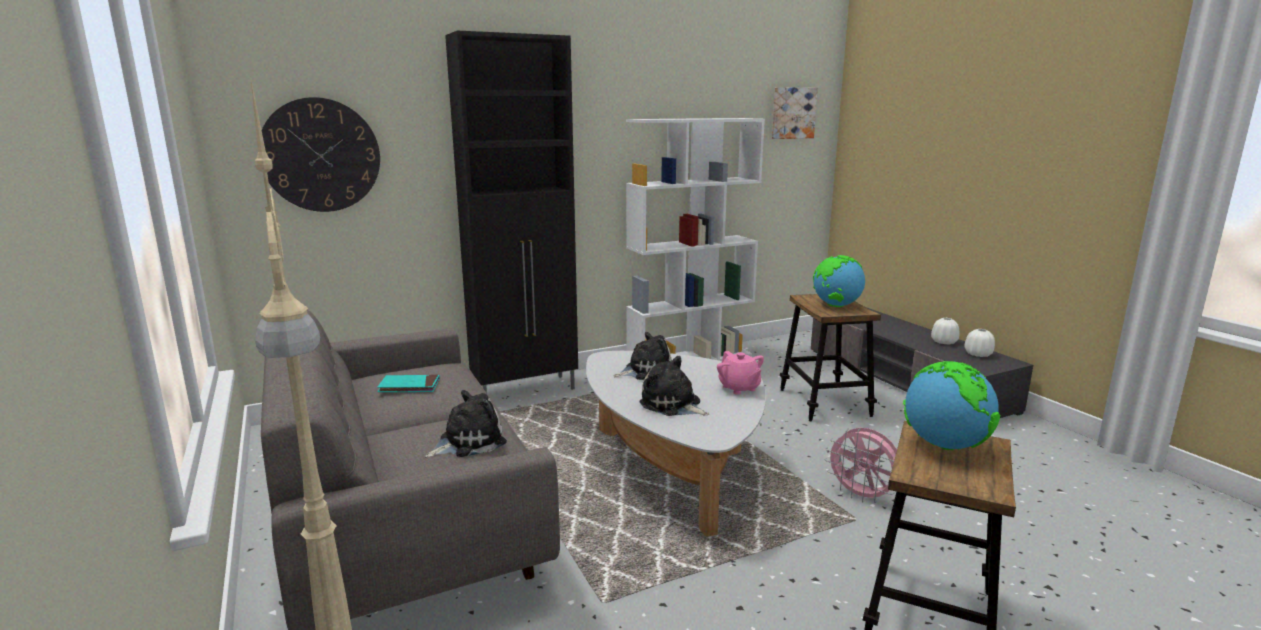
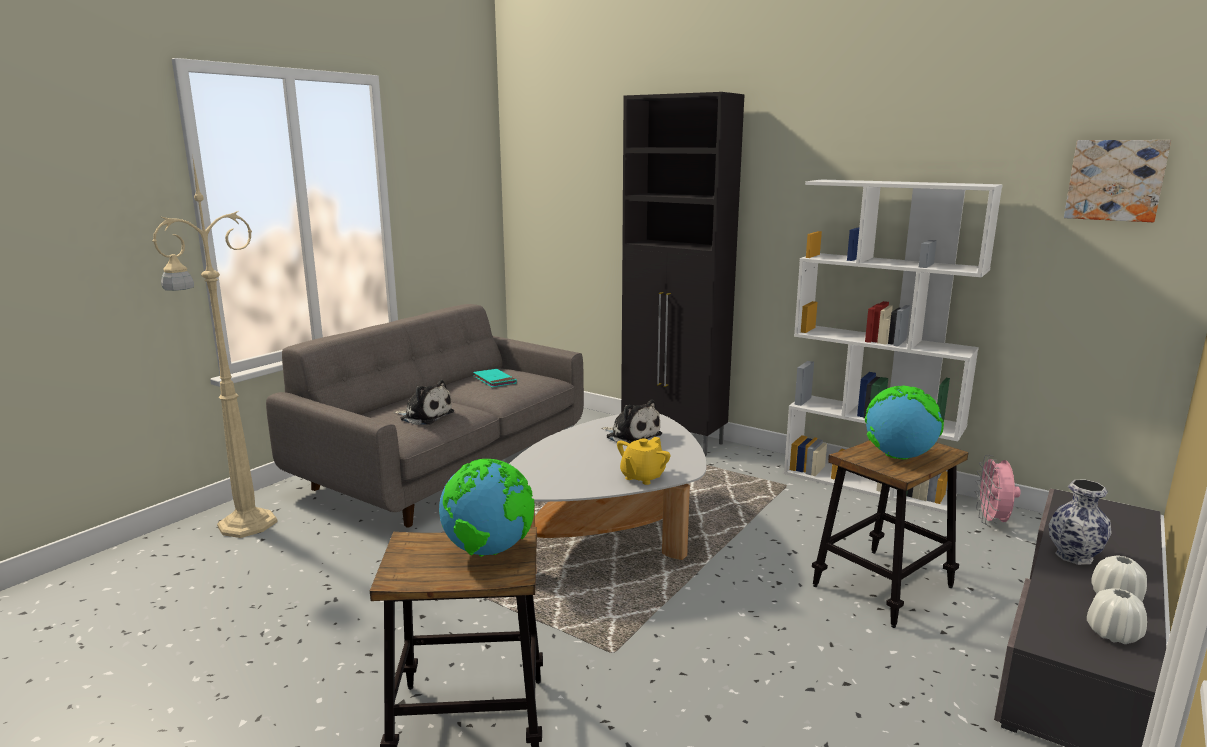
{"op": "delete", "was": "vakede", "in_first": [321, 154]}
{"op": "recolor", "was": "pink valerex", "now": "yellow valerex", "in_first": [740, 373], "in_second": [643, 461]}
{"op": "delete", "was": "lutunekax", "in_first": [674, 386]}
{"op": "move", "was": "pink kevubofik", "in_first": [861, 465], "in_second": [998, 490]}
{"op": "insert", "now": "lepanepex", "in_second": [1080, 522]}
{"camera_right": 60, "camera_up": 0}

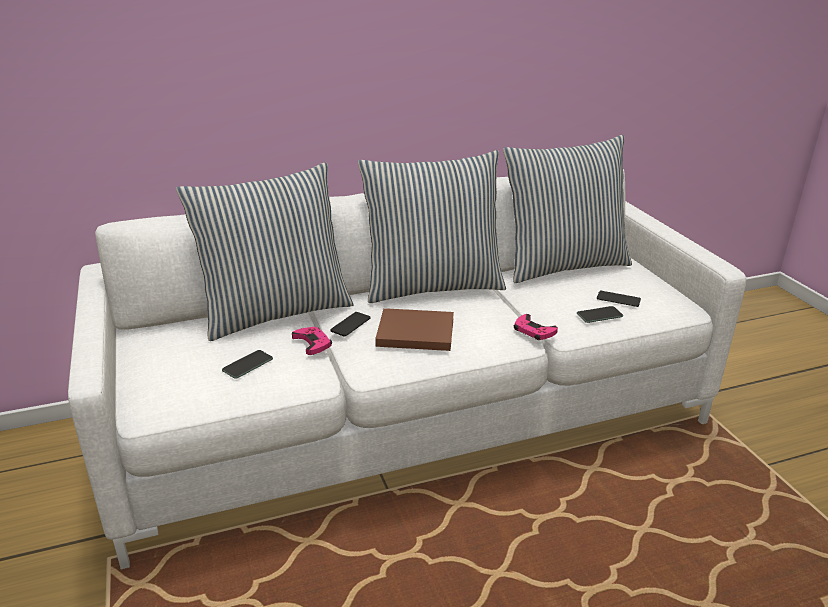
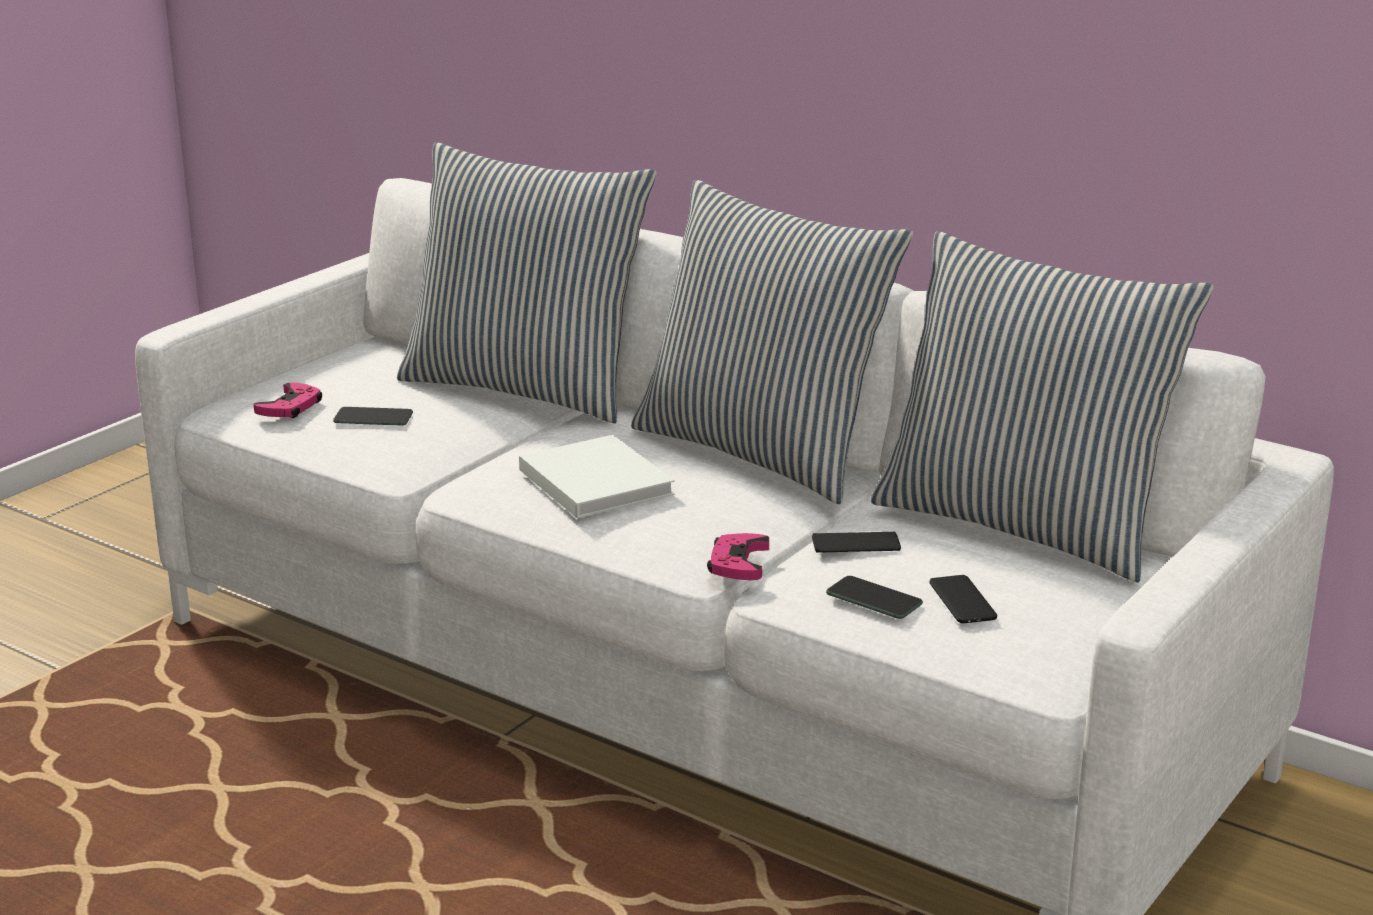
{"op": "recolor", "was": "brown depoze", "now": "white depoze", "in_first": [414, 329], "in_second": [597, 477]}
{"op": "move", "was": "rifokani", "in_first": [350, 324], "in_second": [856, 542]}
{"op": "move", "was": "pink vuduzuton", "in_first": [312, 341], "in_second": [288, 400]}
{"camera_right": 55, "camera_up": -5}

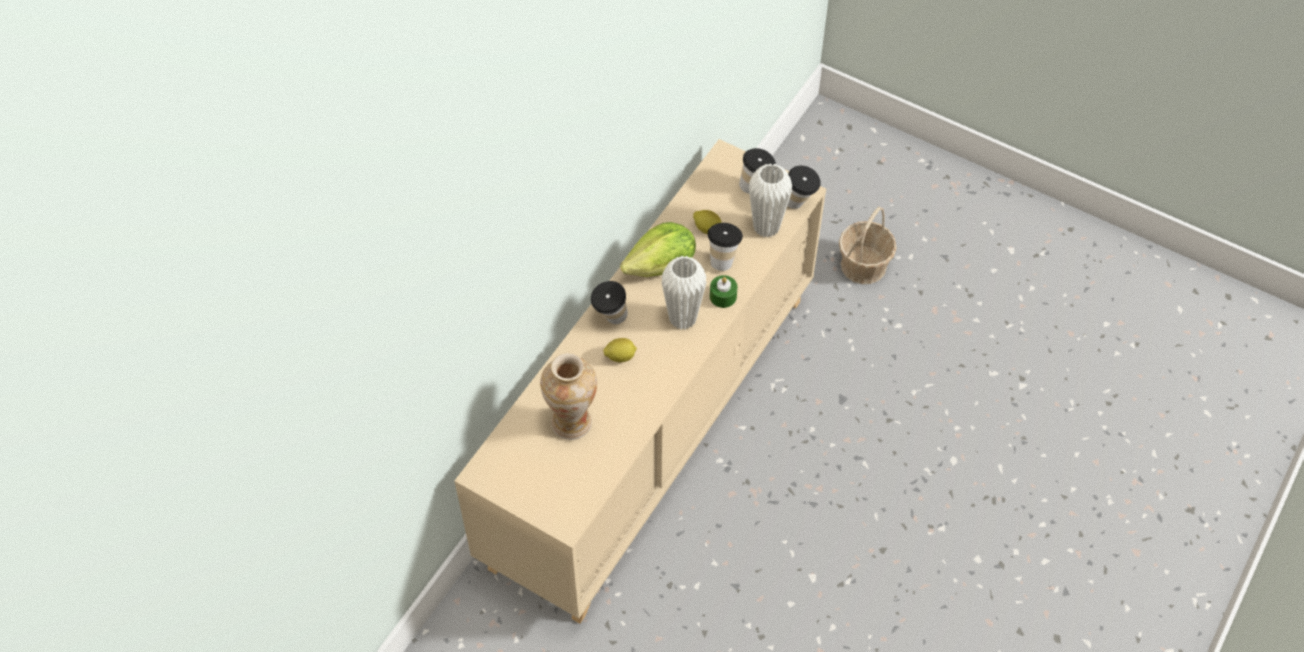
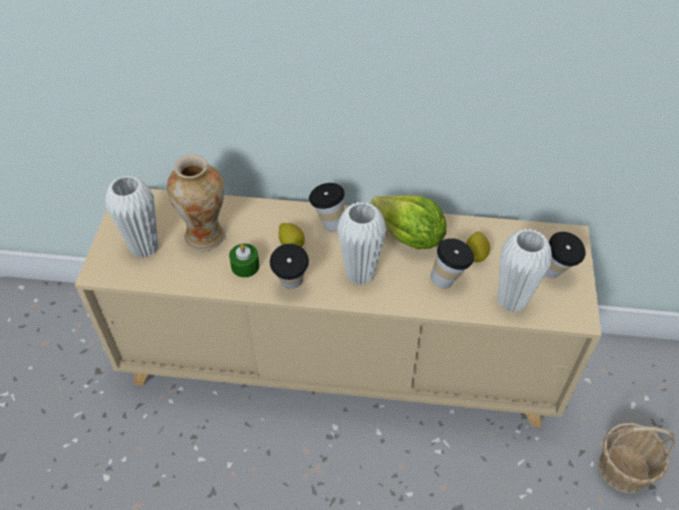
{"op": "move", "was": "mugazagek", "in_first": [804, 187], "in_second": [289, 266]}
{"op": "move", "was": "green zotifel", "in_first": [723, 291], "in_second": [244, 261]}
{"op": "insert", "now": "white lepanepex", "in_second": [132, 216]}
{"camera_right": 65, "camera_up": -5}

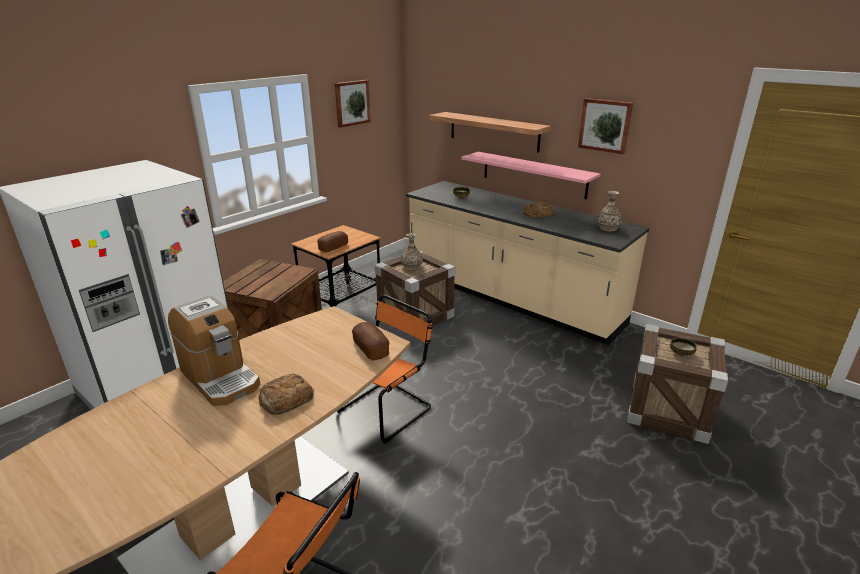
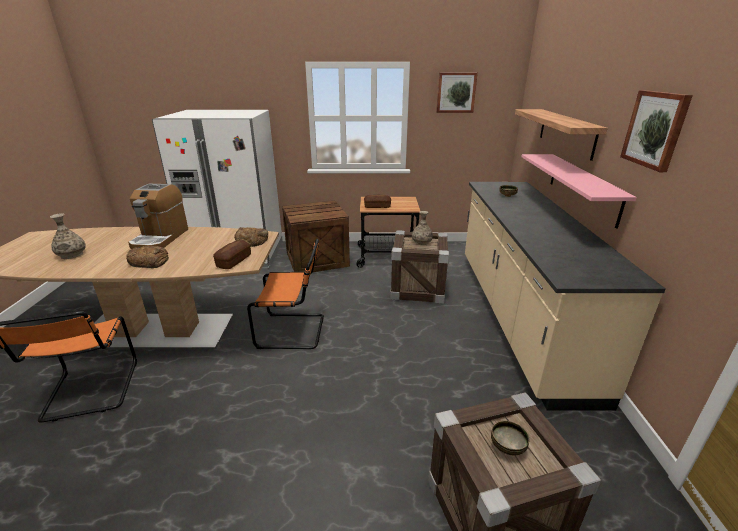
{"op": "move", "was": "lepanepex", "in_first": [609, 211], "in_second": [68, 236]}
{"op": "move", "was": "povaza", "in_first": [538, 209], "in_second": [251, 237]}
{"camera_right": 50, "camera_up": 0}

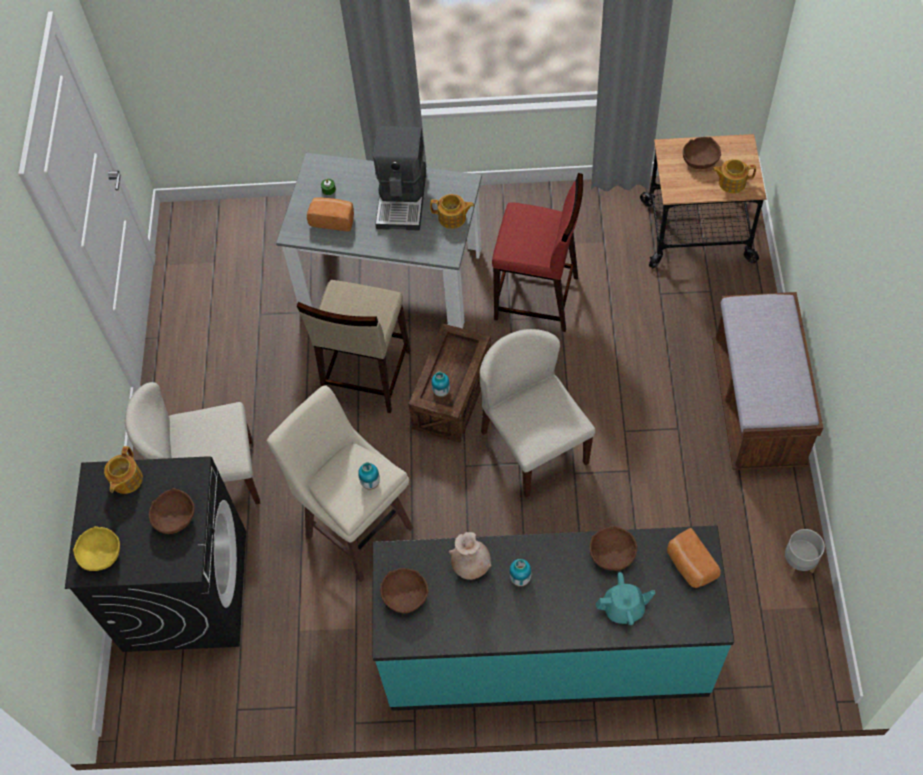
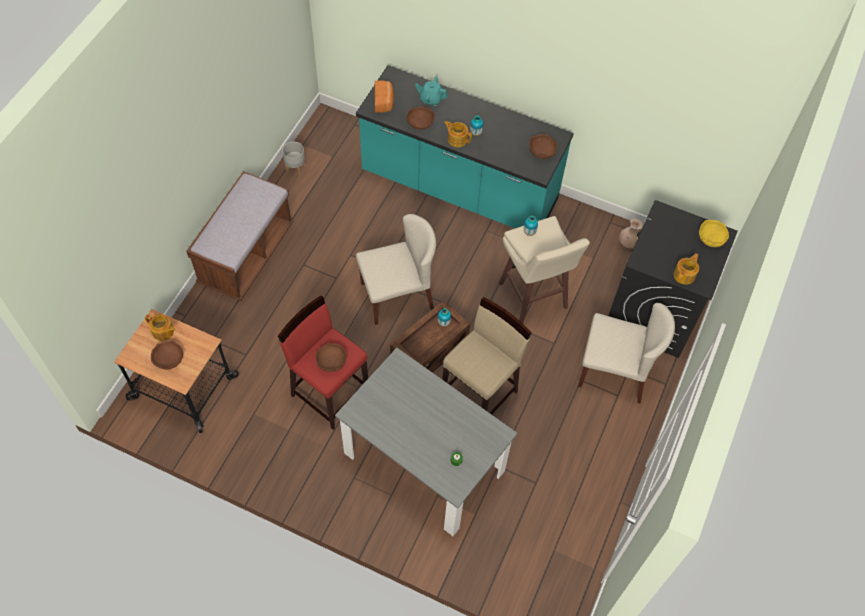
{"op": "delete", "was": "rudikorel", "in_first": [399, 178]}
{"op": "move", "was": "valerex", "in_first": [452, 211], "in_second": [458, 134]}
{"op": "delete", "was": "povaza", "in_first": [330, 214]}
{"op": "rotate", "was": "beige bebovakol", "in_first": [538, 413], "in_second": [396, 269], "clockwise": -105}
{"op": "move", "was": "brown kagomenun", "in_first": [172, 511], "in_second": [331, 357]}
{"op": "move", "was": "beige lepanepex", "in_first": [470, 556], "in_second": [631, 233]}
{"camera_right": -160, "camera_up": 0}

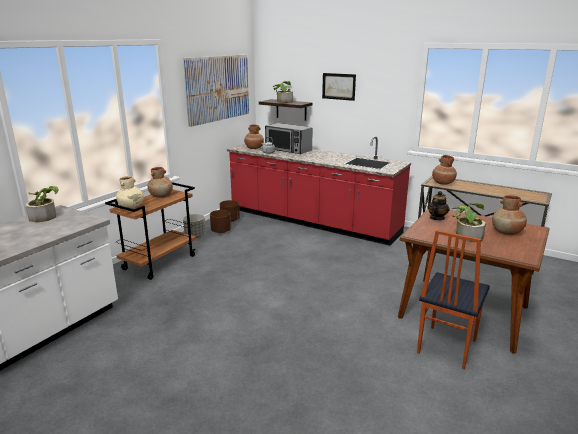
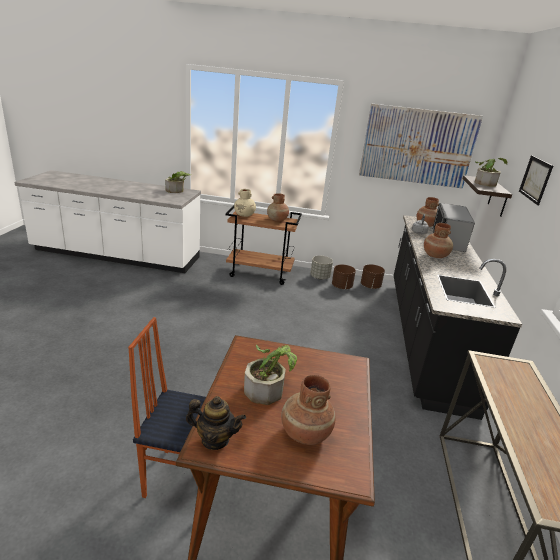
{"op": "recolor", "was": "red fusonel", "now": "black fusonel", "in_first": [319, 191], "in_second": [457, 317]}
{"op": "move", "was": "brown lepanepex", "in_first": [444, 170], "in_second": [438, 240]}
{"op": "move", "was": "valerex", "in_first": [438, 205], "in_second": [216, 423]}
{"camera_right": 65, "camera_up": 5}

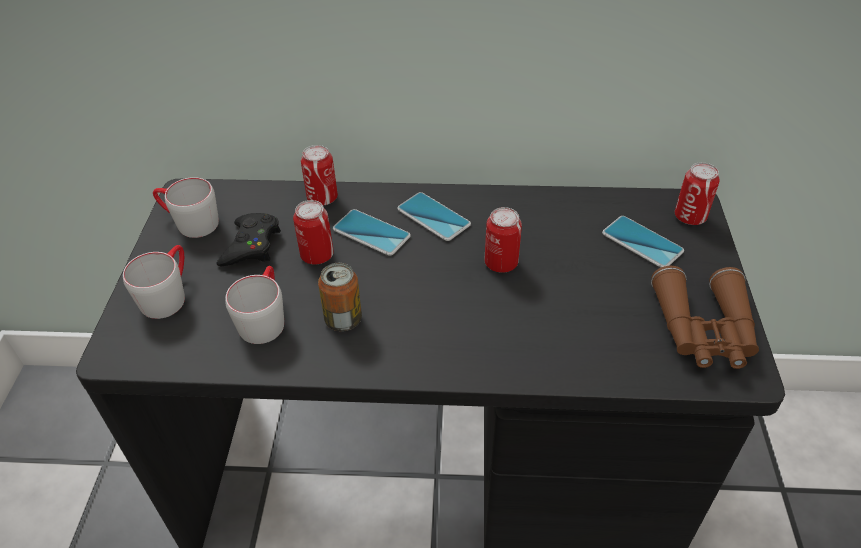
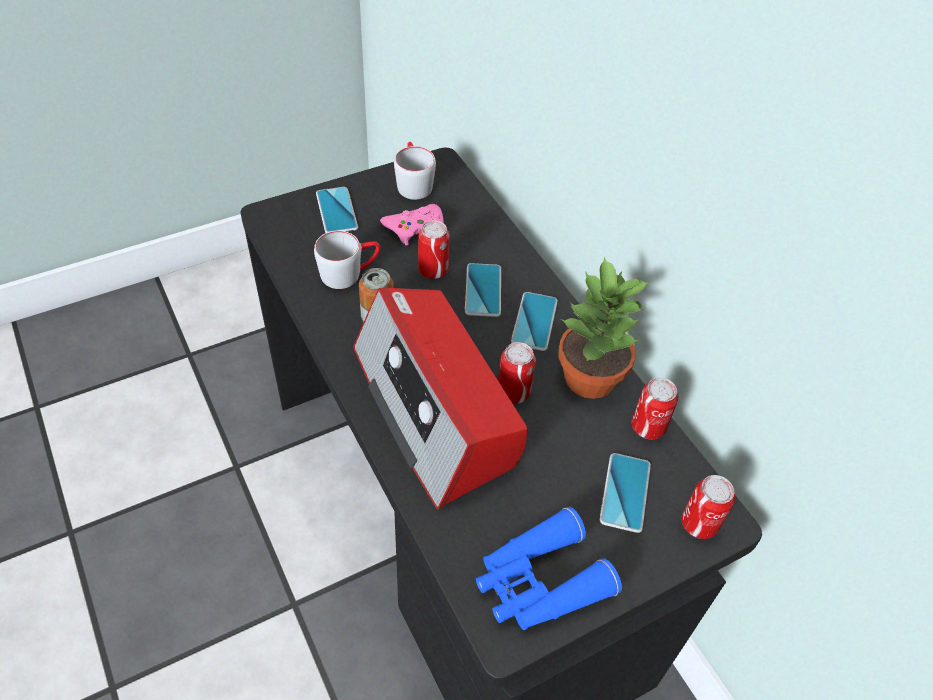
{"op": "move", "was": "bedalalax", "in_first": [319, 175], "in_second": [655, 408]}
{"op": "recolor", "was": "black vuduzuton", "now": "pink vuduzuton", "in_first": [249, 239], "in_second": [412, 225]}
{"op": "replace", "was": "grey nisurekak", "now": "rifokani", "in_first": [154, 282], "in_second": [337, 210]}
{"op": "recolor", "was": "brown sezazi", "now": "blue sezazi", "in_first": [705, 317], "in_second": [549, 568]}
{"op": "insert", "now": "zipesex", "in_second": [604, 327]}
{"op": "insert", "now": "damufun", "in_second": [440, 398]}
{"camera_right": 55, "camera_up": 5}

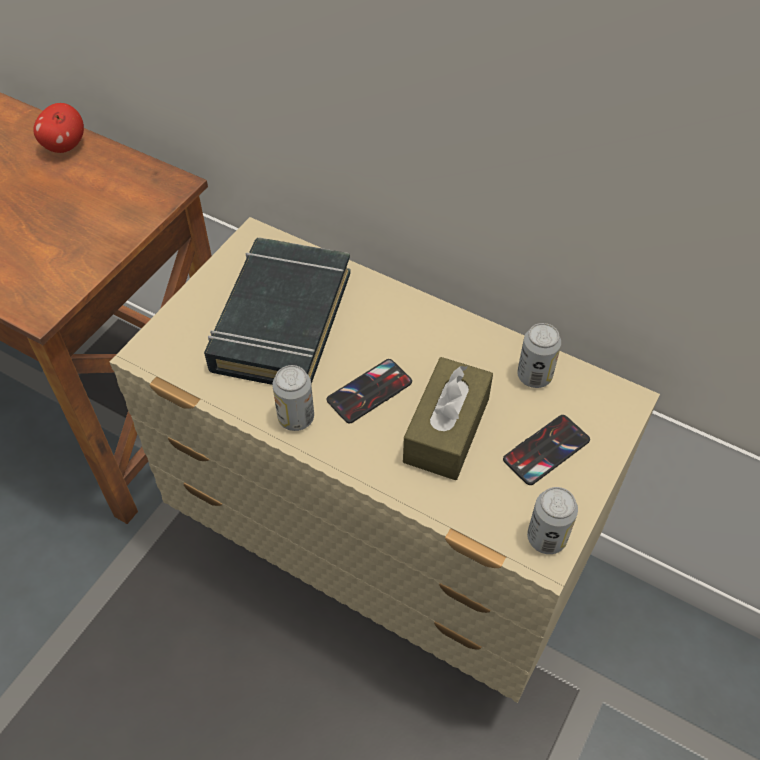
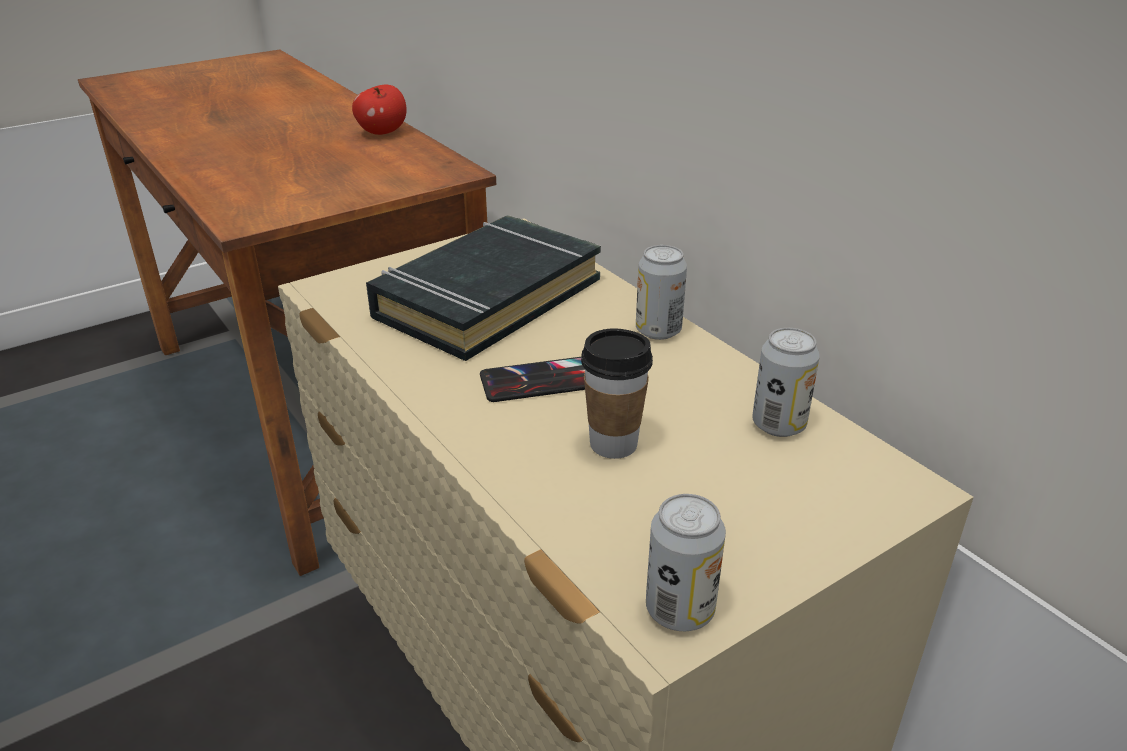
{"op": "replace", "was": "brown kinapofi", "now": "mugazagek", "in_first": [448, 418], "in_second": [617, 393]}
{"op": "move", "was": "bedalalax", "in_first": [293, 398], "in_second": [661, 292]}
{"op": "delete", "was": "rifokani", "in_first": [546, 450]}
{"camera_right": 25, "camera_up": -20}

